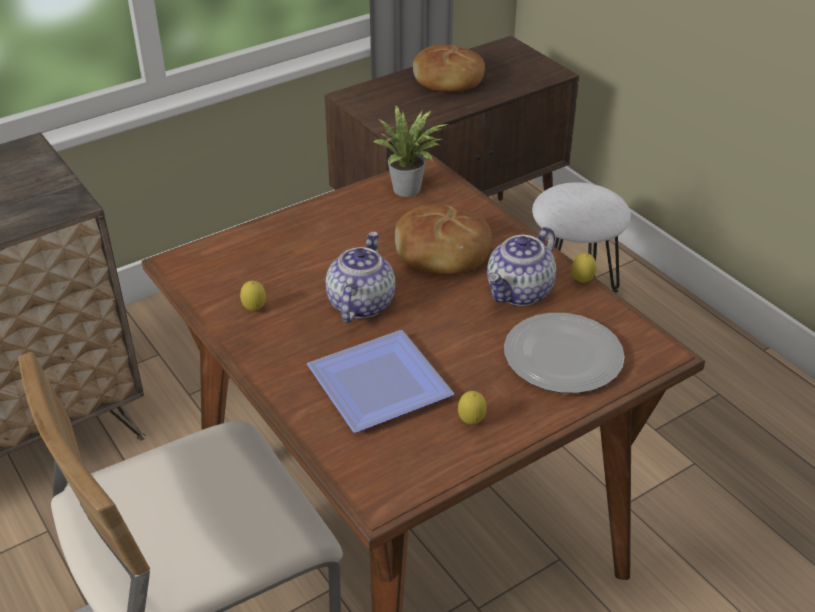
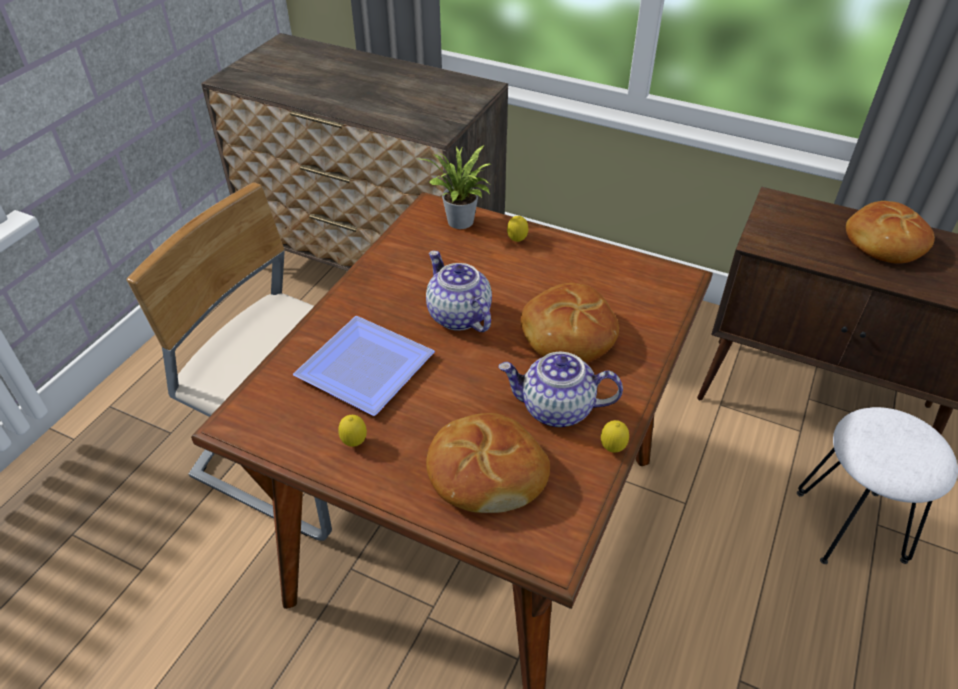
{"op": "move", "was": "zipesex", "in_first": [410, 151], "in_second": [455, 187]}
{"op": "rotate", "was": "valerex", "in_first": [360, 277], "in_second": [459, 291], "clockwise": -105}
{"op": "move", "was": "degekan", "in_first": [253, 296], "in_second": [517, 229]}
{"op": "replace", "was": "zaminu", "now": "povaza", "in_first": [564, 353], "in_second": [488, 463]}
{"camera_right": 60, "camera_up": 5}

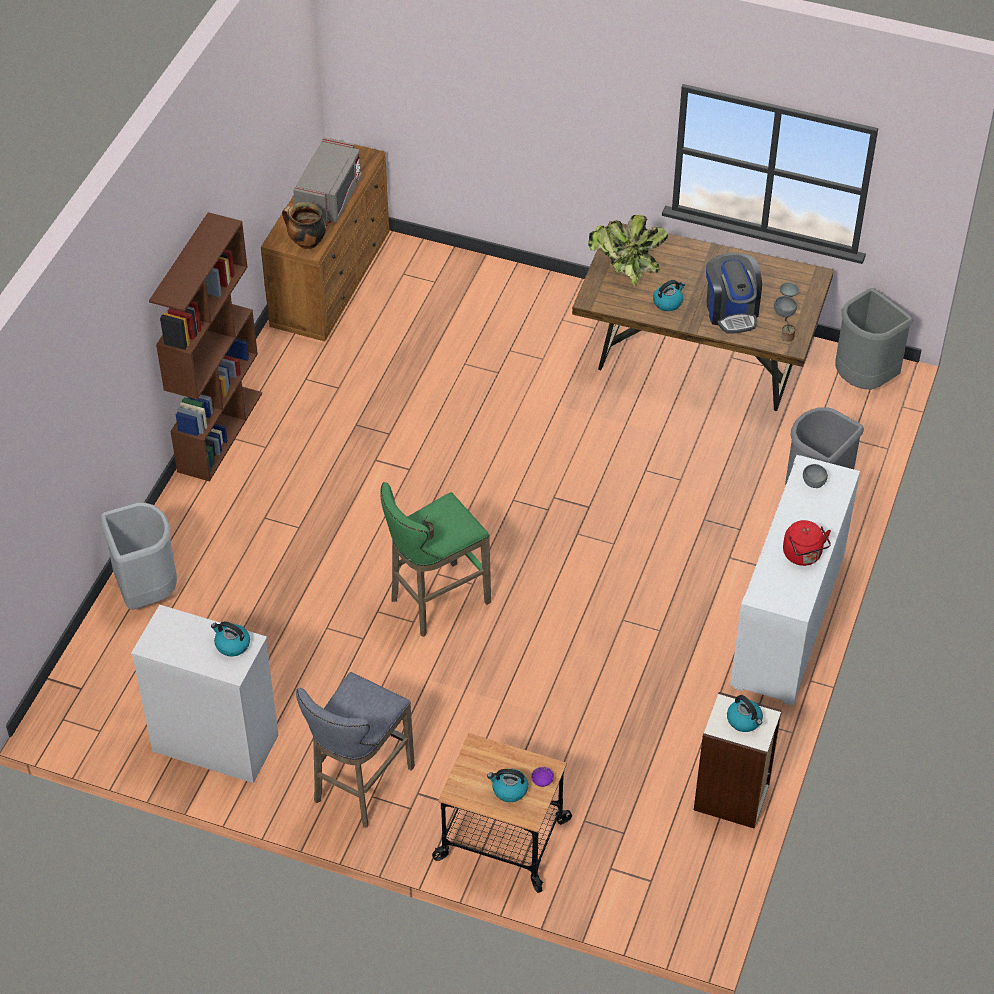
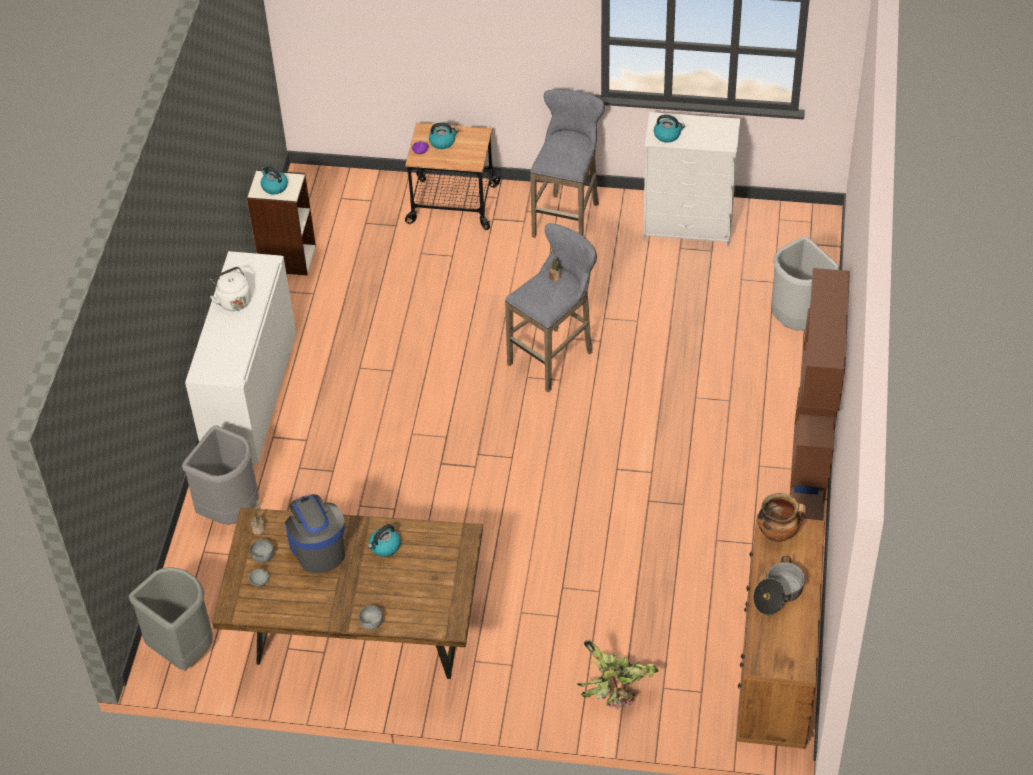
{"op": "replace", "was": "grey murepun", "now": "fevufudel", "in_first": [327, 182], "in_second": [779, 585]}
{"op": "move", "was": "zipesex", "in_first": [628, 250], "in_second": [617, 674]}
{"op": "move", "was": "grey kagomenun", "in_first": [815, 476], "in_second": [370, 617]}
{"op": "recolor", "was": "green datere", "now": "grey datere", "in_first": [435, 559], "in_second": [551, 307]}
{"op": "recolor", "was": "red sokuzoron", "now": "white sokuzoron", "in_first": [807, 543], "in_second": [230, 289]}
{"camera_right": 170, "camera_up": 0}

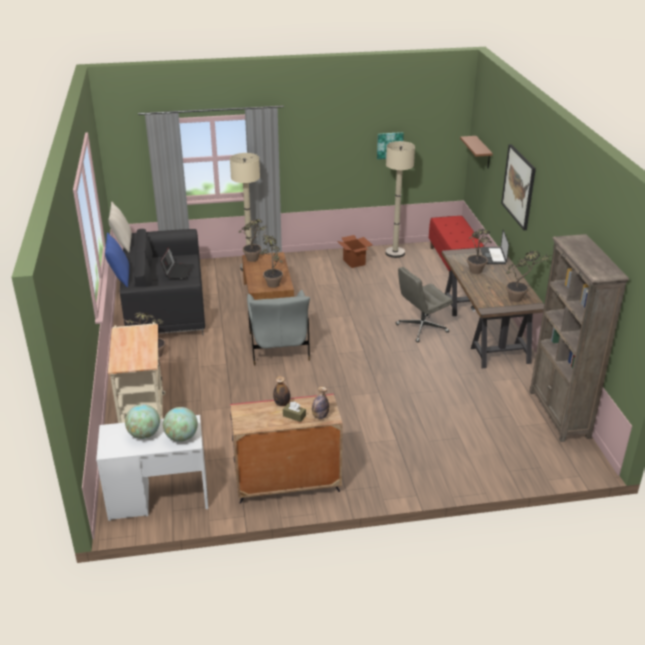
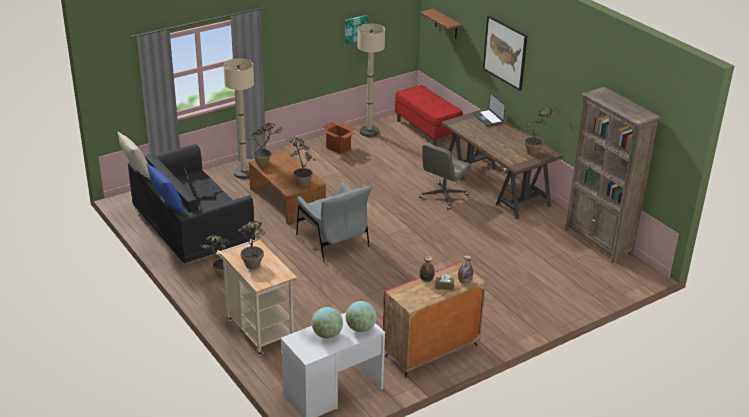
{"op": "move", "was": "zipesex", "in_first": [479, 251], "in_second": [252, 245]}
{"camera_right": -25, "camera_up": 0}

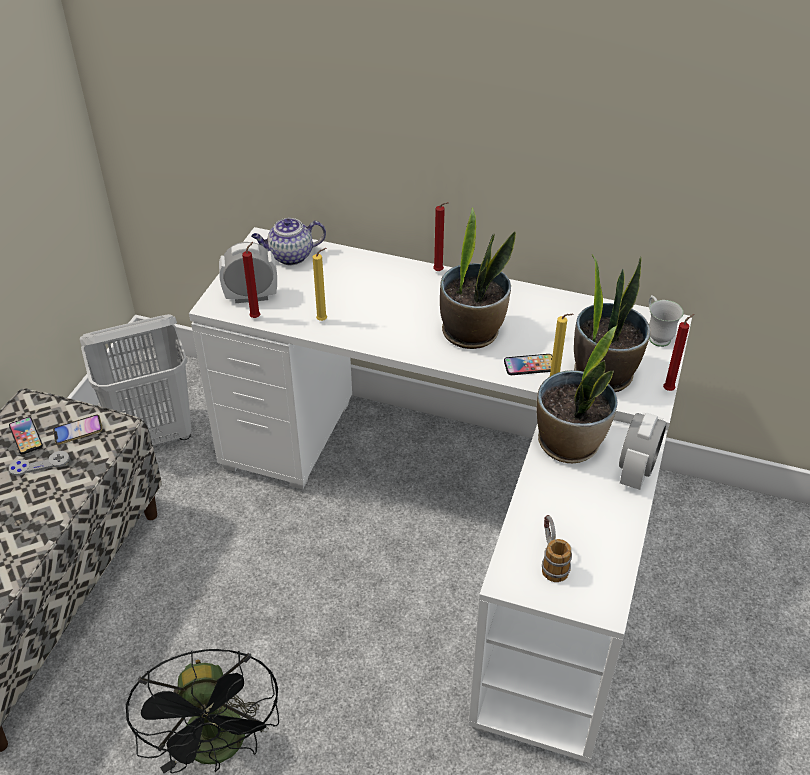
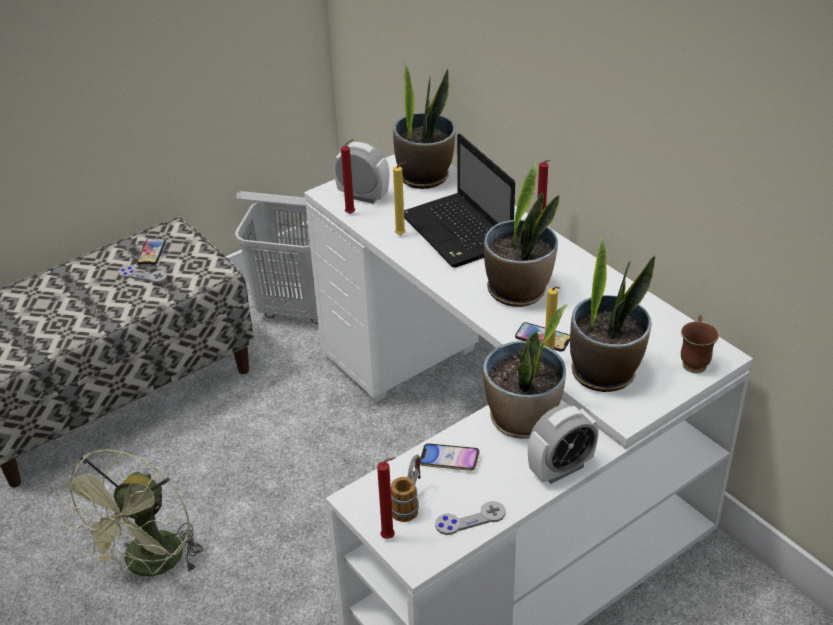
{"op": "replace", "was": "valerex", "now": "zipesex", "in_first": [288, 241], "in_second": [424, 125]}
{"op": "recolor", "was": "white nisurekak", "now": "brown nisurekak", "in_first": [666, 321], "in_second": [700, 344]}
{"op": "move", "was": "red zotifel", "in_first": [678, 352], "in_second": [386, 498]}
{"op": "move", "was": "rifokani", "in_first": [78, 430], "in_second": [450, 457]}
{"op": "recolor", "was": "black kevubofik", "now": "green kevubofik", "in_first": [202, 711], "in_second": [130, 512]}
{"op": "insert", "now": "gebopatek", "in_second": [459, 200]}
{"op": "insert", "now": "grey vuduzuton", "in_second": [470, 518]}
{"camera_right": 35, "camera_up": -5}

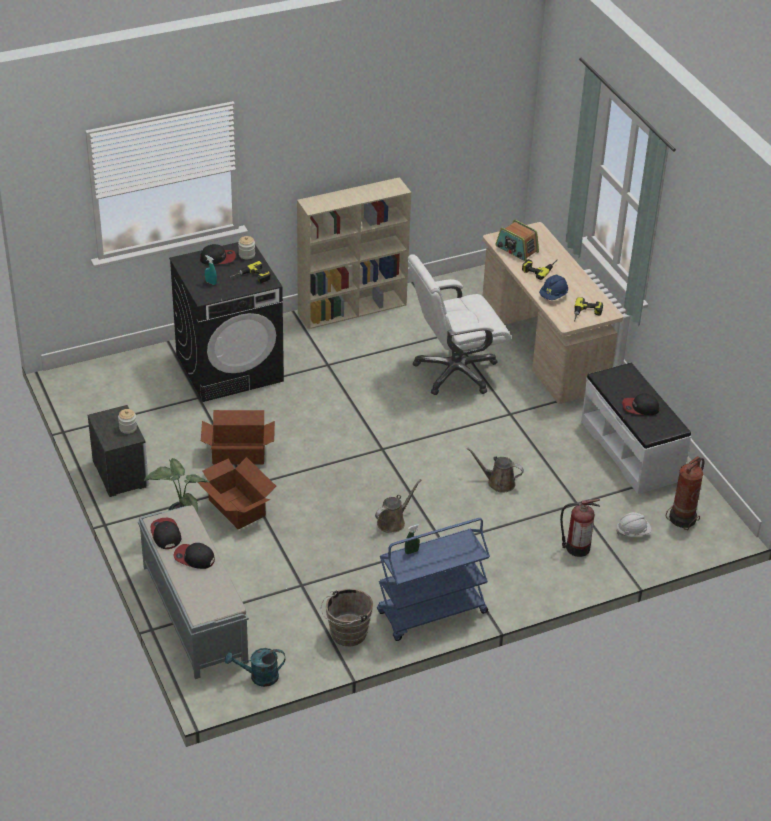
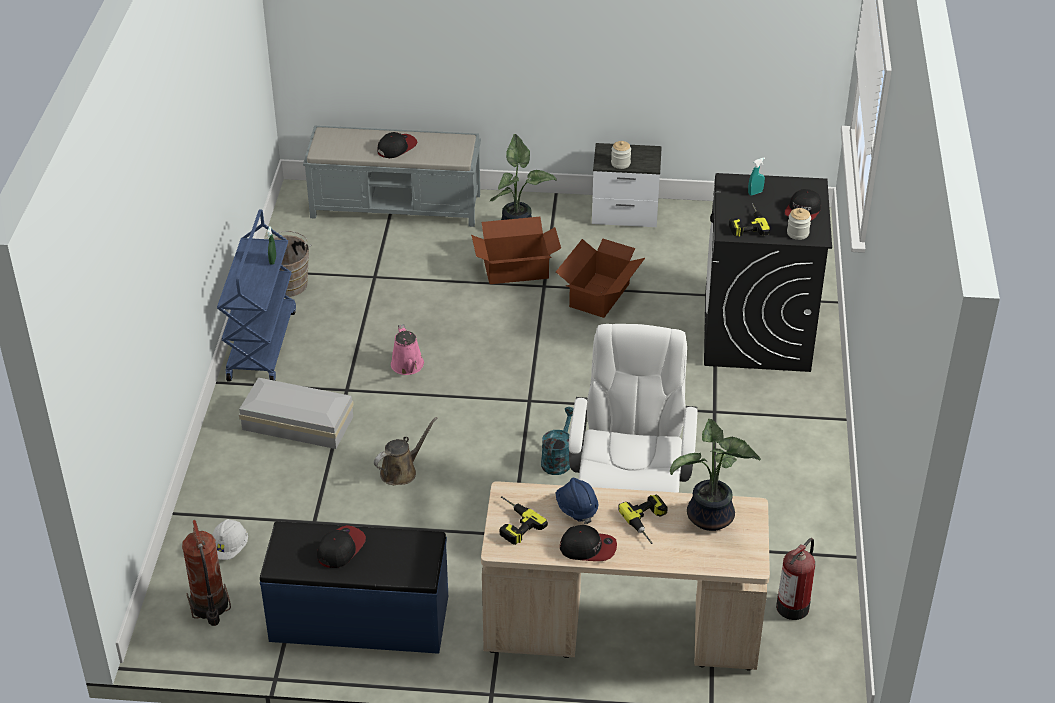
{"op": "delete", "was": "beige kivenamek", "in_first": [354, 253]}
{"op": "replace", "was": "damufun", "now": "zipesex", "in_first": [517, 240], "in_second": [715, 475]}
{"op": "recolor", "was": "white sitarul", "now": "blue sitarul", "in_first": [636, 428], "in_second": [354, 587]}
{"op": "recolor", "was": "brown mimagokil", "now": "pink mimagokil", "in_first": [398, 506], "in_second": [407, 349]}
{"op": "move", "was": "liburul", "in_first": [580, 528], "in_second": [795, 579]}
{"op": "move", "was": "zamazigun", "in_first": [165, 533], "in_second": [588, 543]}
{"op": "move", "was": "turquoise mimagokil", "in_first": [255, 667], "in_second": [557, 441]}
{"op": "insert", "now": "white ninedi", "in_second": [296, 413]}
{"camera_right": 120, "camera_up": 0}

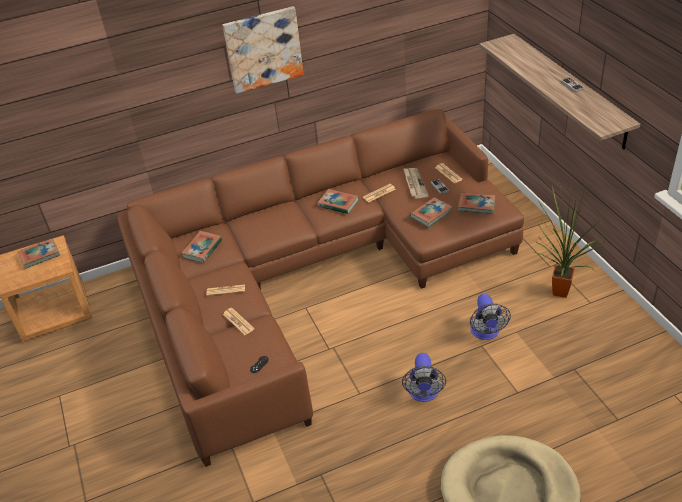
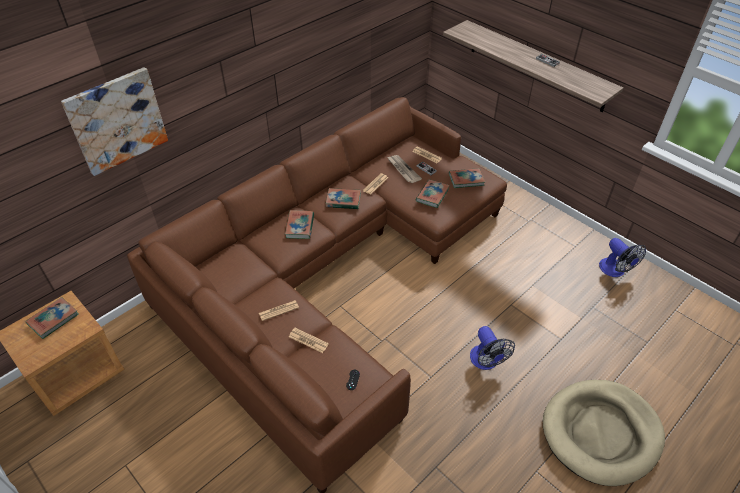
{"op": "move", "was": "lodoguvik", "in_first": [263, 50], "in_second": [114, 121]}
{"op": "delete", "was": "zipesex", "in_first": [571, 237]}
{"op": "move", "was": "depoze", "in_first": [201, 247], "in_second": [299, 224]}
{"op": "move", "was": "kevubofik", "in_first": [490, 317], "in_second": [622, 257]}
{"camera_right": -25, "camera_up": 5}

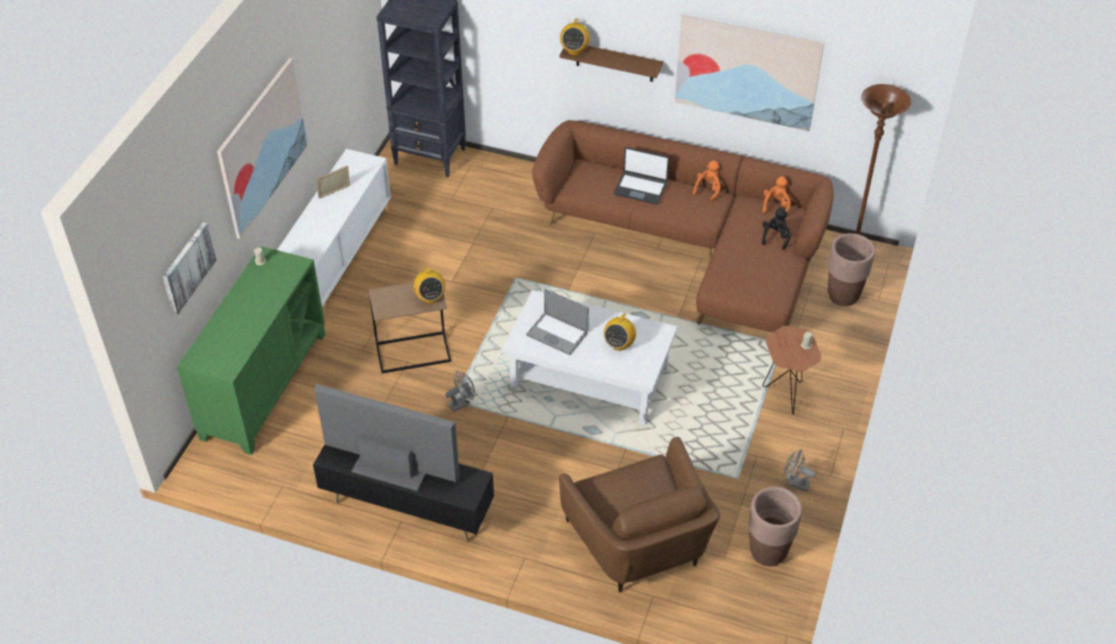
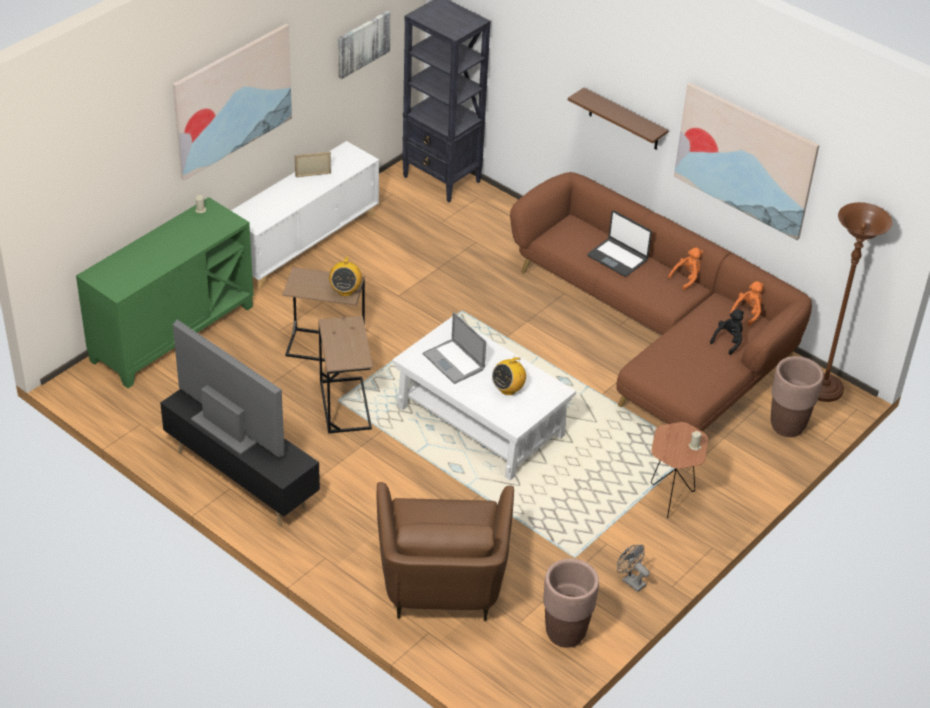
{"op": "delete", "was": "damufun", "in_first": [575, 37]}
{"op": "move", "was": "lodoguvik", "in_first": [190, 268], "in_second": [364, 45]}
{"op": "replace", "was": "grey kevubofik", "now": "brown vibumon", "in_first": [460, 391], "in_second": [345, 374]}
{"camera_right": 20, "camera_up": -5}

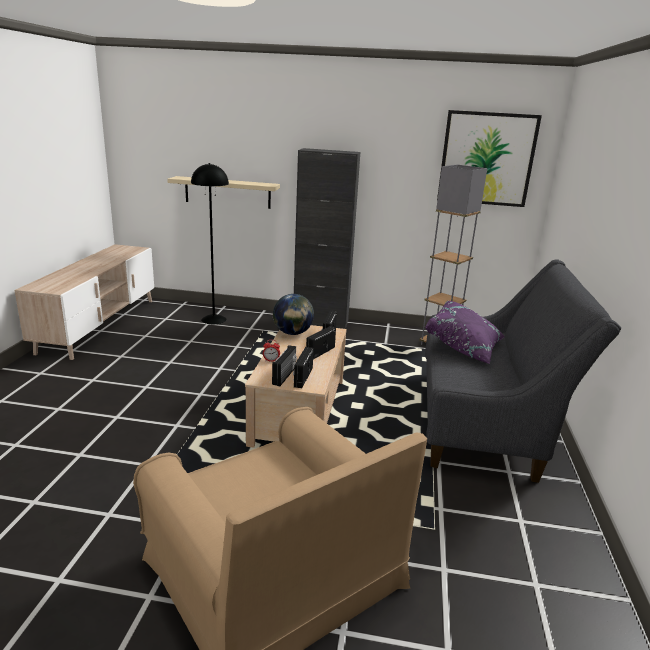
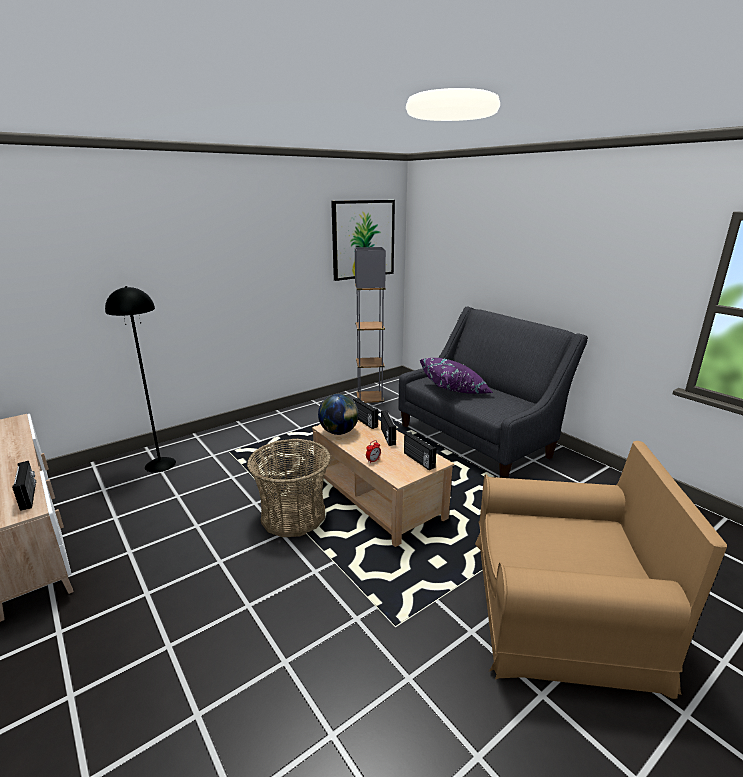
{"op": "delete", "was": "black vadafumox", "in_first": [327, 238]}
{"op": "delete", "was": "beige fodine", "in_first": [223, 192]}
{"op": "move", "was": "damufun", "in_first": [284, 365], "in_second": [24, 486]}
{"op": "insert", "now": "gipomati", "in_second": [289, 488]}
{"camera_right": -45, "camera_up": 0}

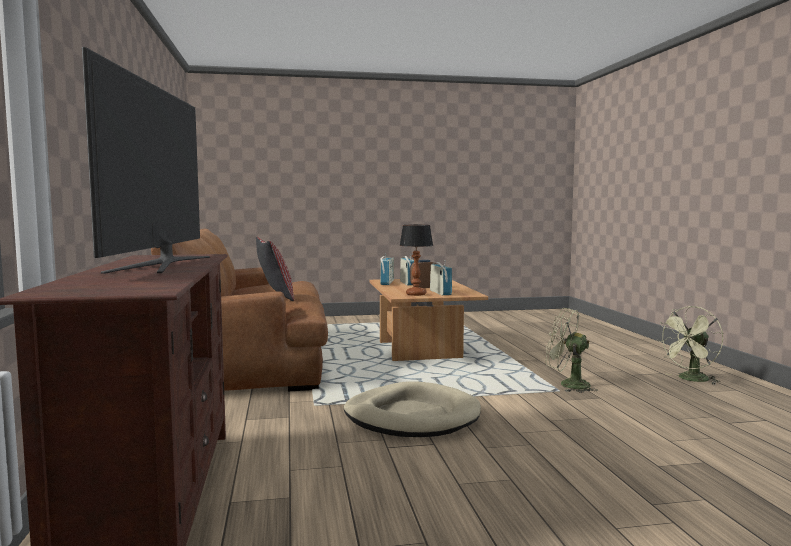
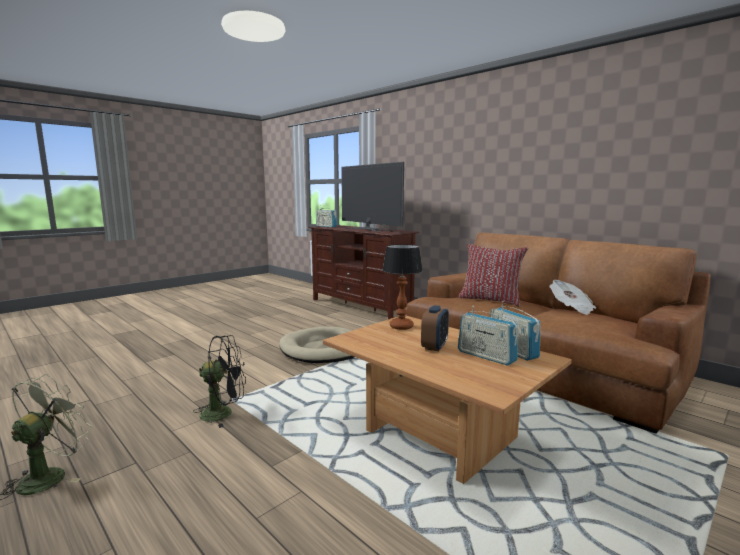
{"op": "move", "was": "damufun", "in_first": [441, 277], "in_second": [326, 217]}
{"op": "recolor", "was": "green kevubofik", "now": "black kevubofik", "in_first": [572, 350], "in_second": [219, 381]}
{"op": "insert", "now": "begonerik", "in_second": [573, 297]}
{"camera_right": 145, "camera_up": 5}

